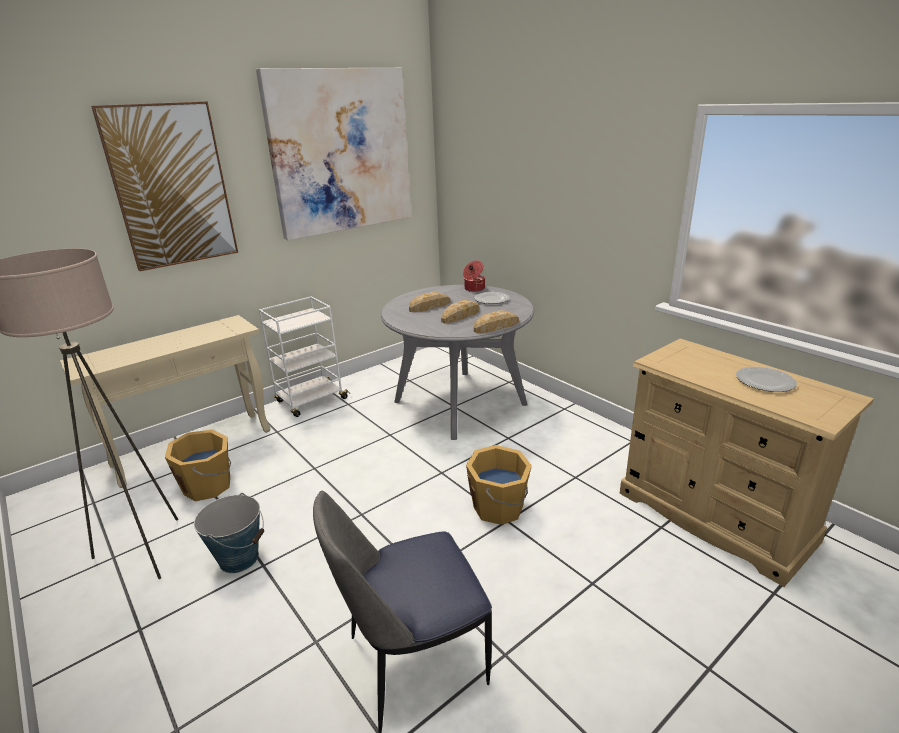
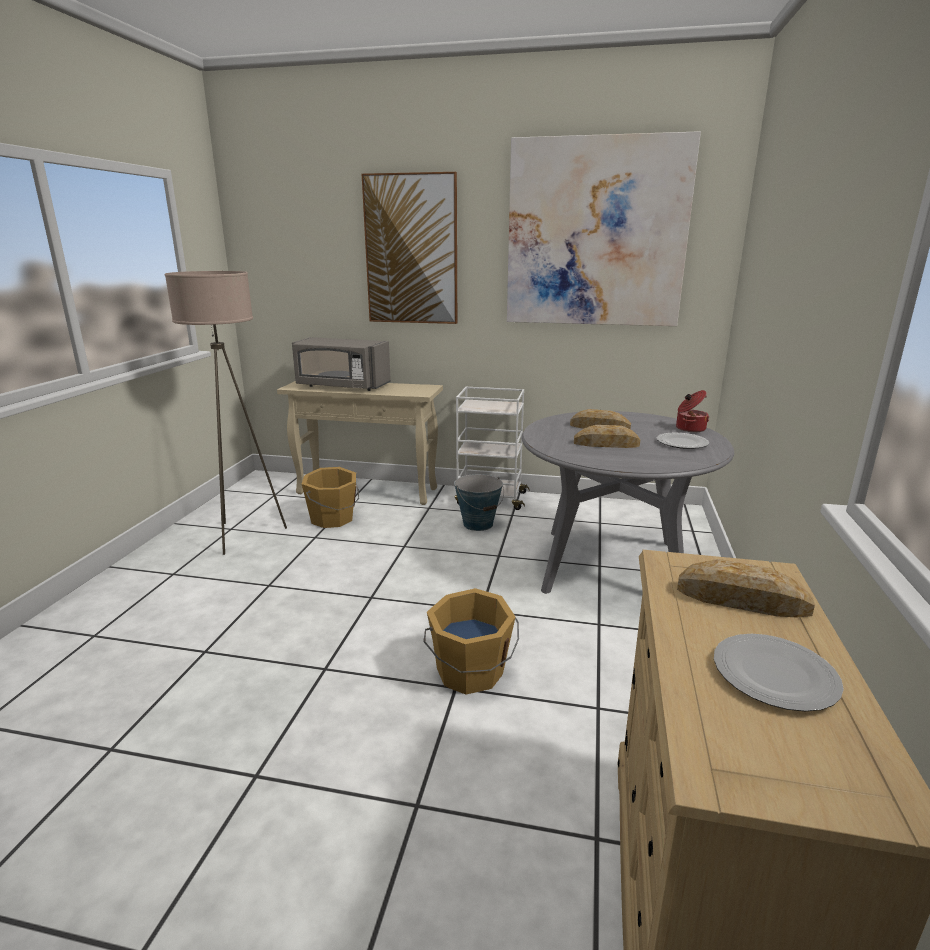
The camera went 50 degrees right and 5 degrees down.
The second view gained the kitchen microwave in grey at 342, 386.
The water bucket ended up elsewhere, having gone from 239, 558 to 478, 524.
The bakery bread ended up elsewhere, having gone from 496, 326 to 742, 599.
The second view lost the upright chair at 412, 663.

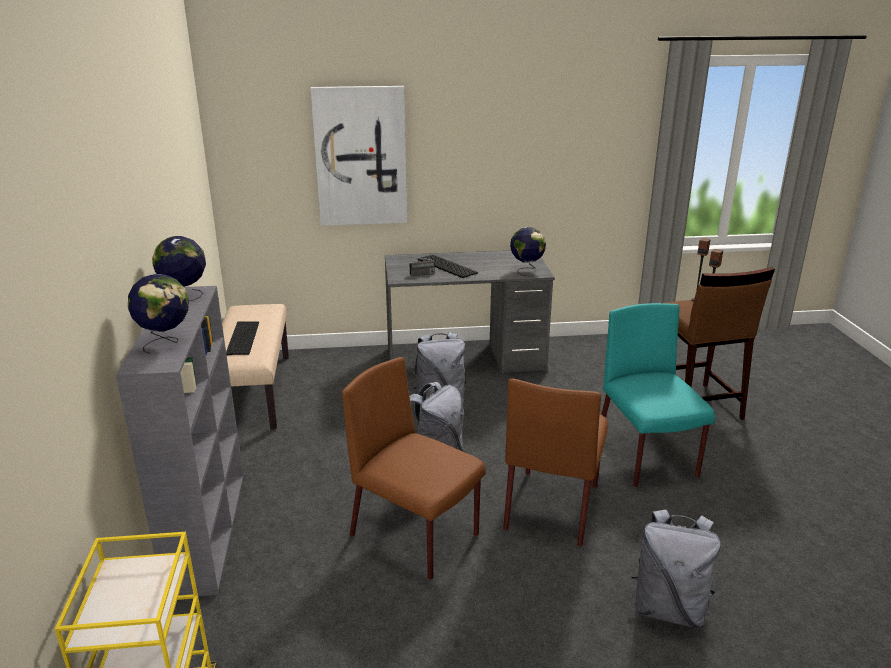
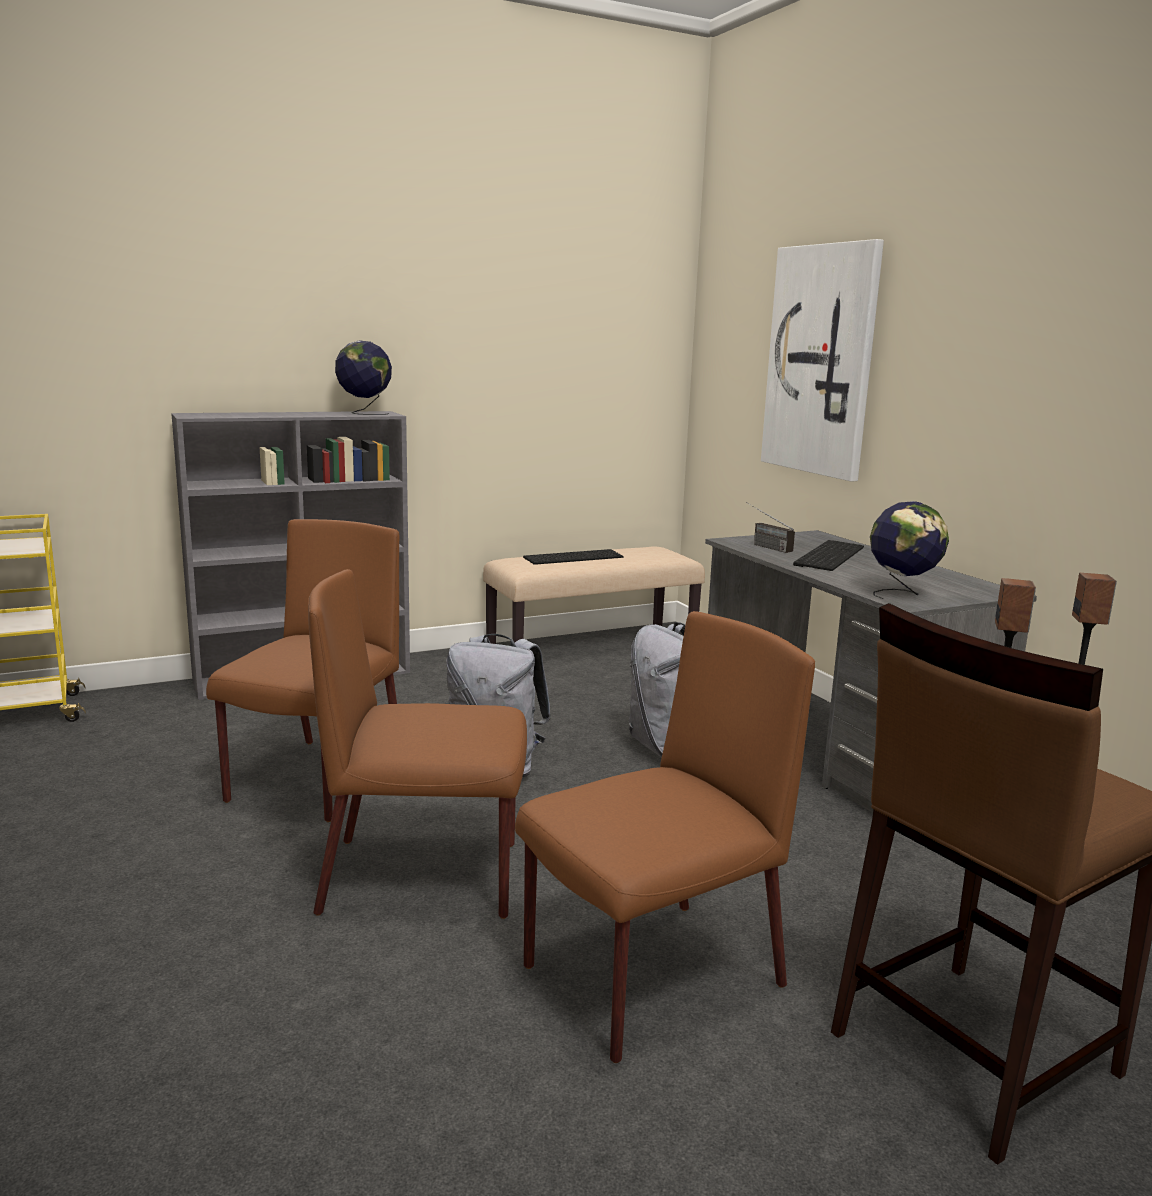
The camera went 70 degrees right and 10 degrees down.
What was the upright chair in blue-green at 647, 458 turned into the upright chair in brownish at 650, 978.
The second view lost the world globe at 165, 343.
The second view lost the rucksack in grey at 669, 608.

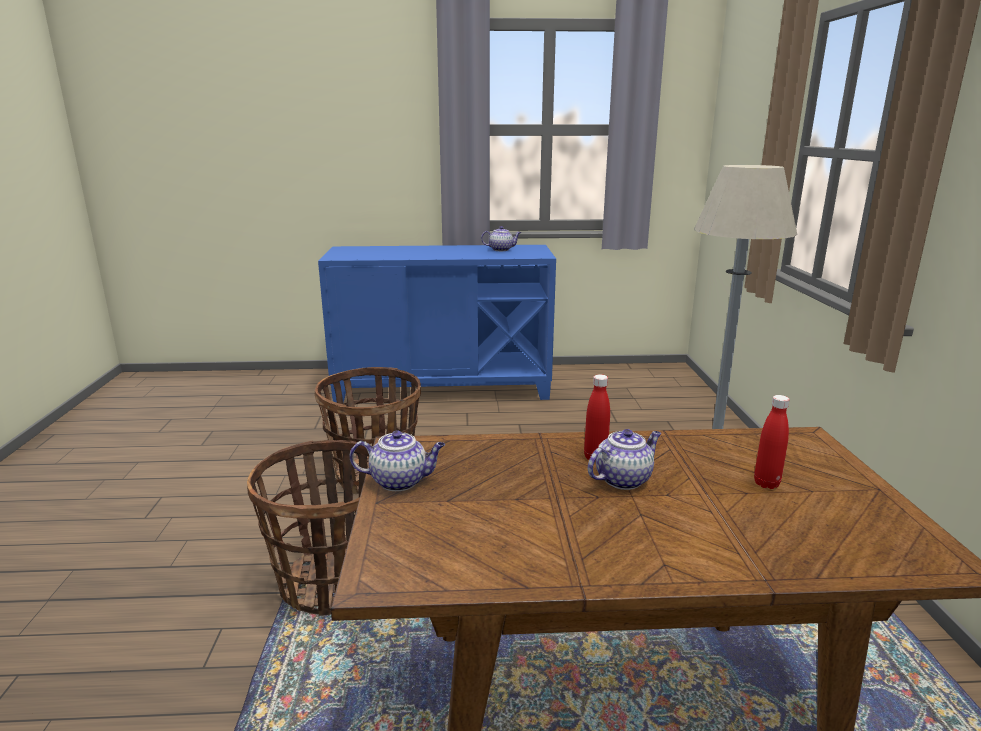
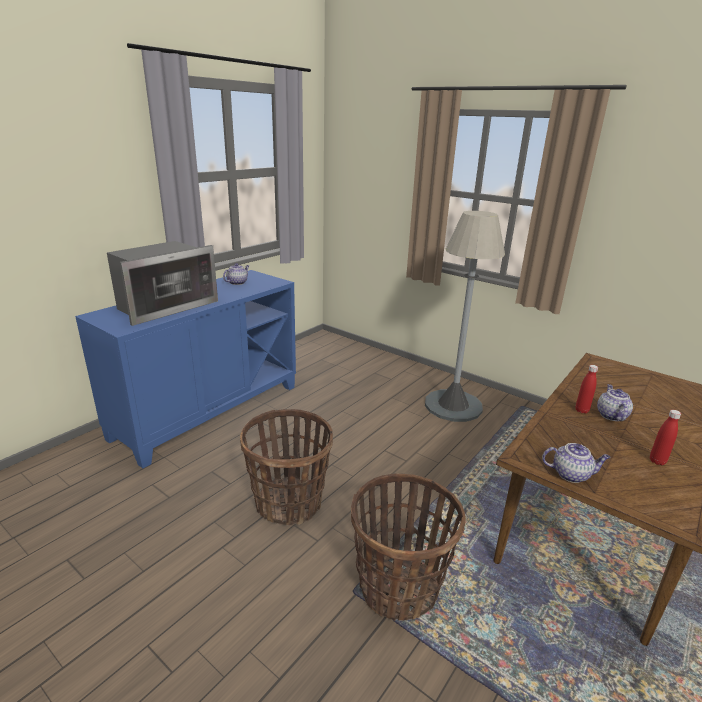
The camera went 50 degrees left and 5 degrees up.
The second view gained the kitchen microwave at 164, 306.
The tea pot at 400, 481 ended up facing another way, 60 degrees clockwise from before.
The bottle in red-coloured ended up elsewhere, having gone from 766, 483 to 657, 461.

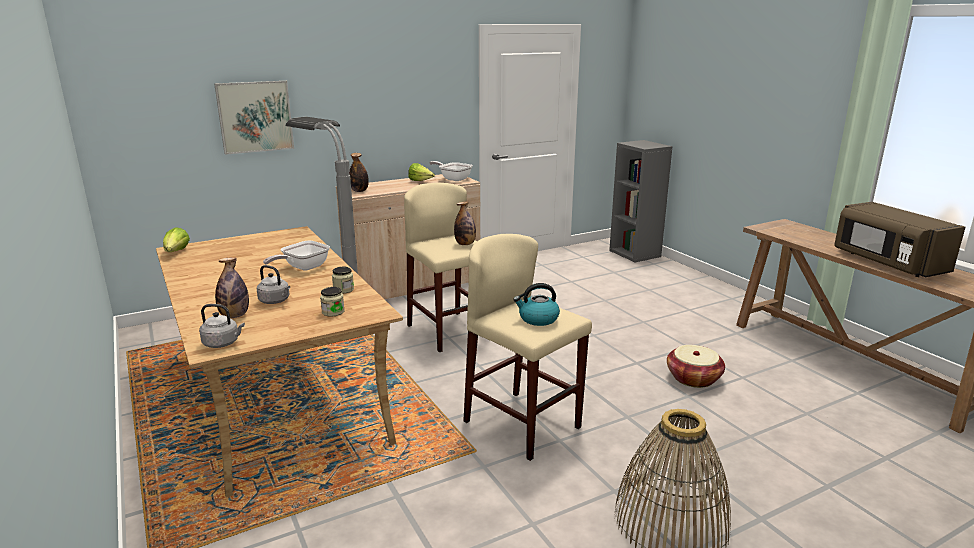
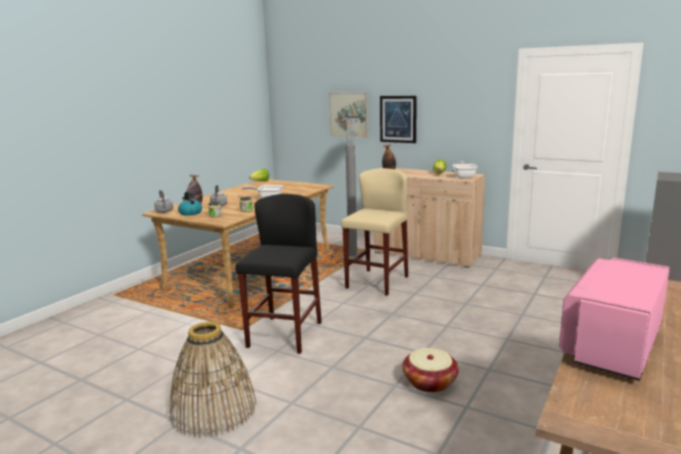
The camera went 60 degrees right and 5 degrees down.
The water kettle ended up elsewhere, having gone from 538, 319 to 190, 213.
What was the stool seat in beige at 522, 424 turned into the stool seat in black at 285, 334.
The second view gained the wall picture at 398, 119.
What was the kitchen microwave in brownish at 887, 262 turned into the kitchen microwave in pink-coloured at 612, 344.
The second view lost the bottle at 465, 244.

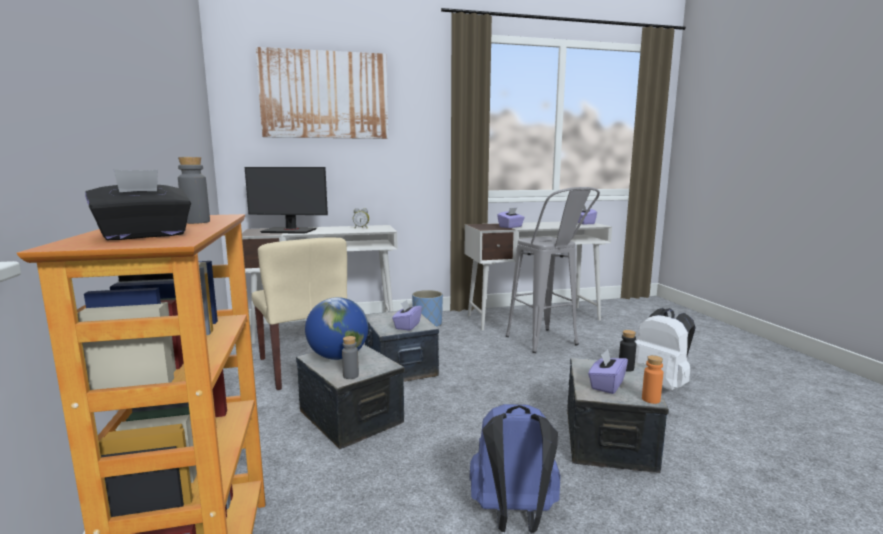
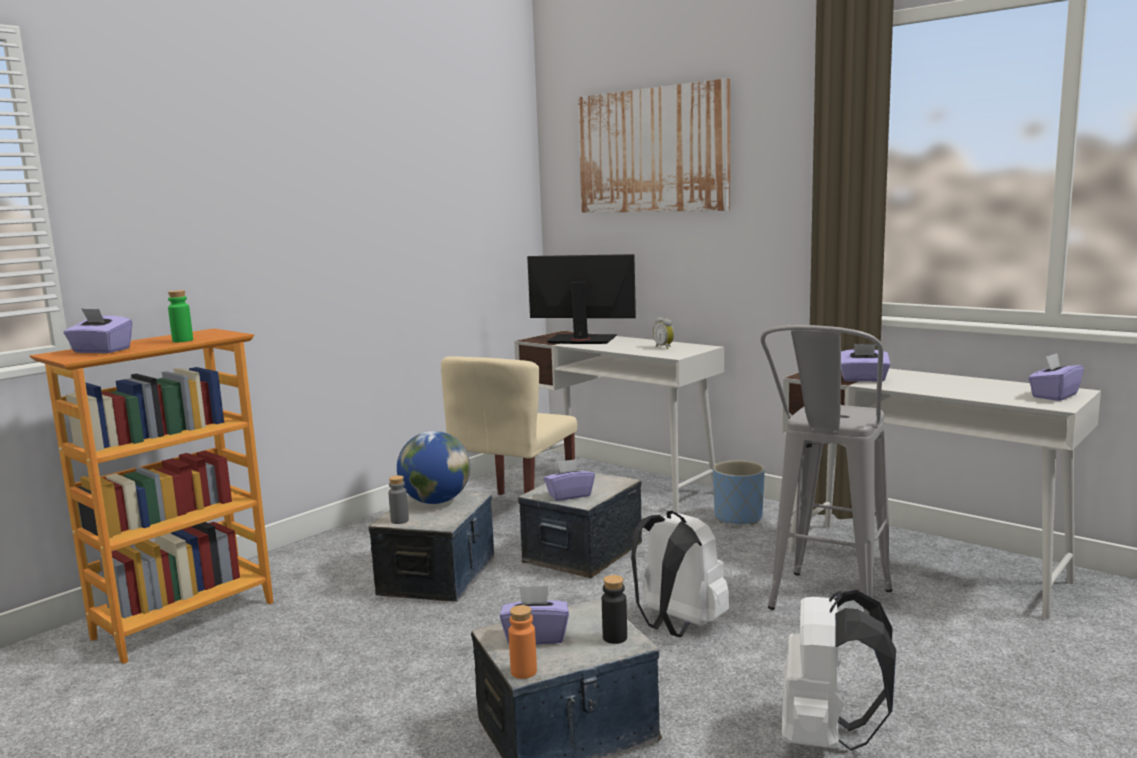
The camera went 55 degrees right and 0 degrees up.
What was the tissue box in black at 144, 236 turned into the tissue box in purplish at 101, 351.
What was the bottle in grey at 196, 222 turned into the bottle in greenish at 182, 340.
The computer display at 289, 231 ended up facing another way, 135 degrees clockwise from before.
The second view gained the rucksack in white at 677, 626.
The second view lost the rucksack in blue-coloured at 514, 516.

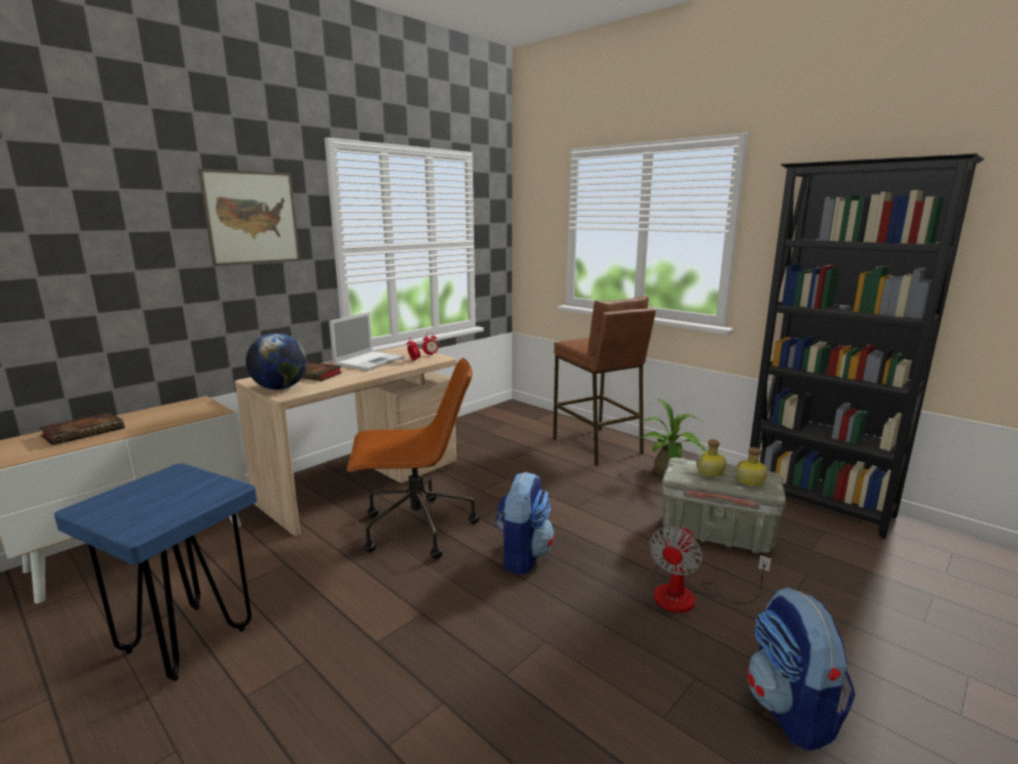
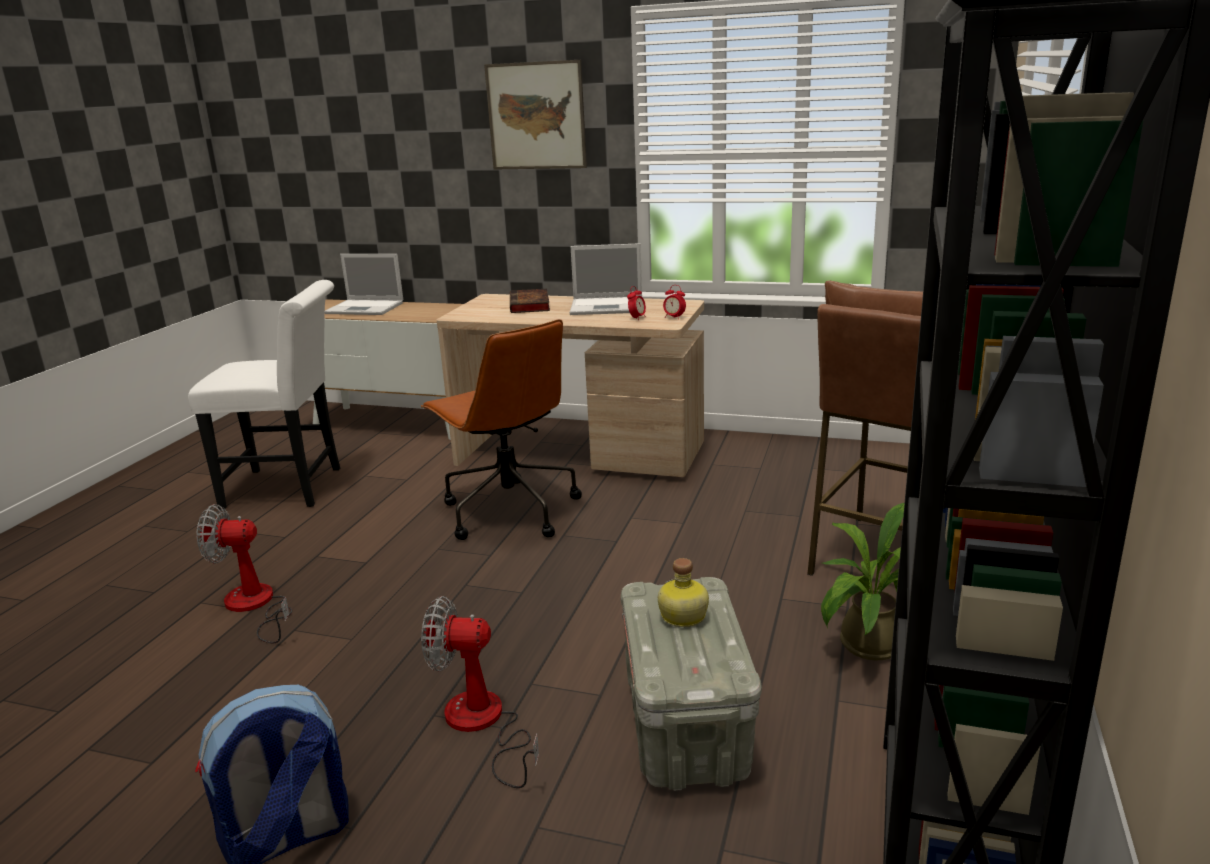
The camera went 65 degrees right and 5 degrees up.
Where the stool seat in blue-coloured stood at 187, 640, the upright chair in white came to stand at 292, 488.
The second view gained the fan at 255, 606.
Where the volume stood at 85, 432, the laptop came to stand at 366, 308.
The second view lost the world globe at 280, 388.
The second view lost the rucksack at 522, 556.
The second view lost the bottle at 750, 481.

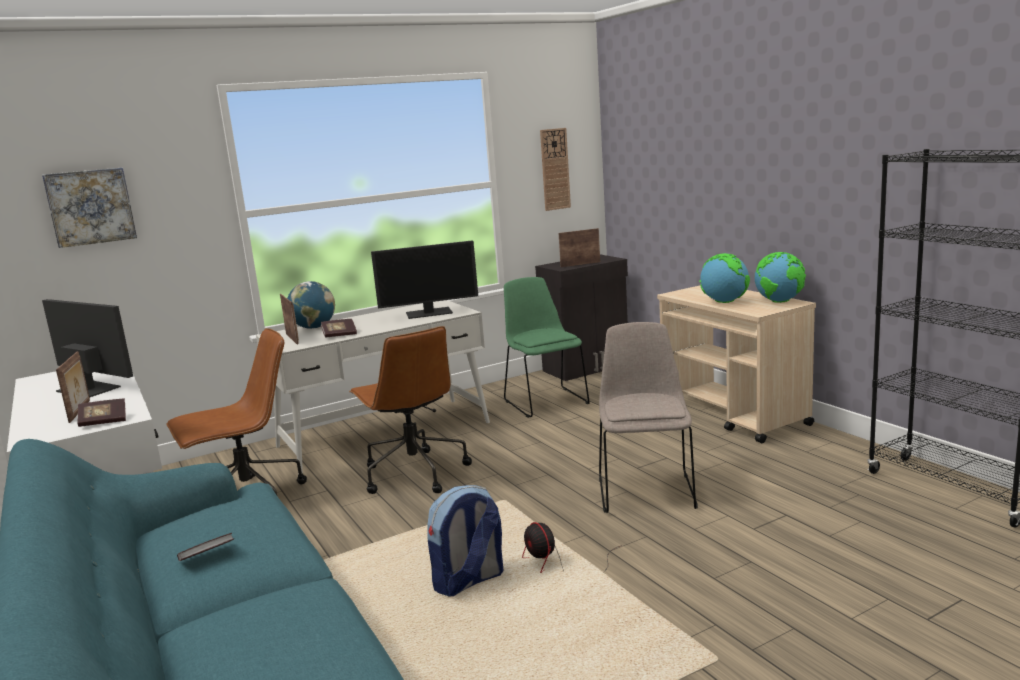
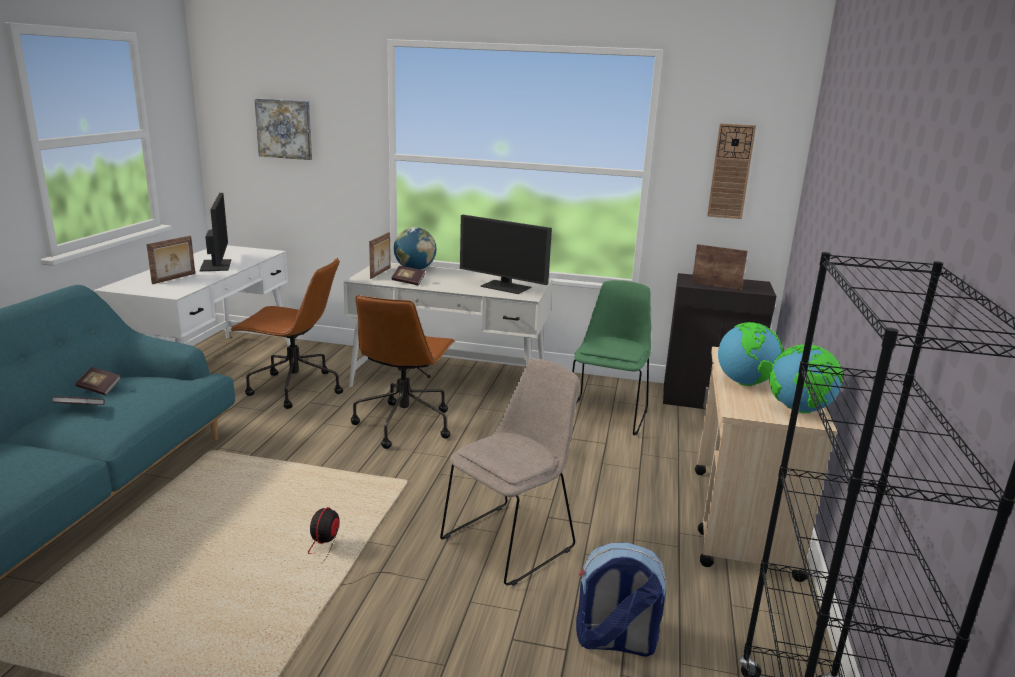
The camera went 40 degrees right and 5 degrees up.
The volume ended up elsewhere, having gone from 103, 421 to 99, 389.
The rucksack ended up elsewhere, having gone from 469, 581 to 615, 642.

